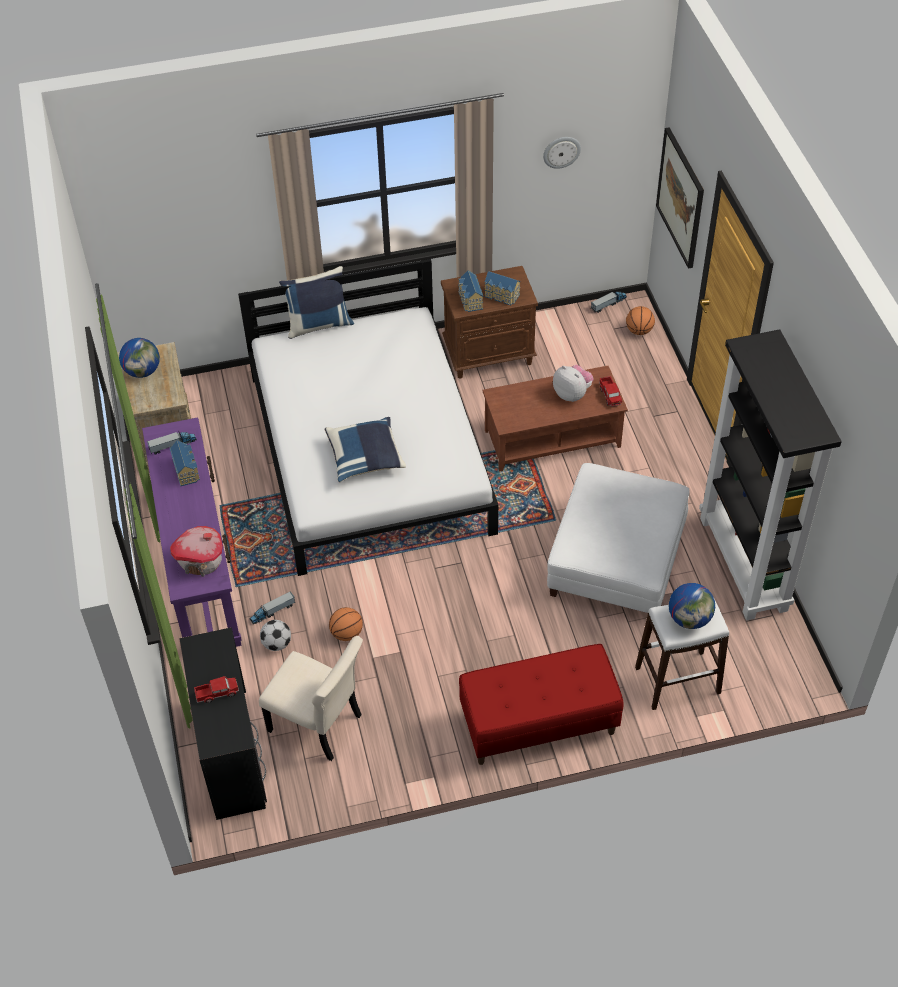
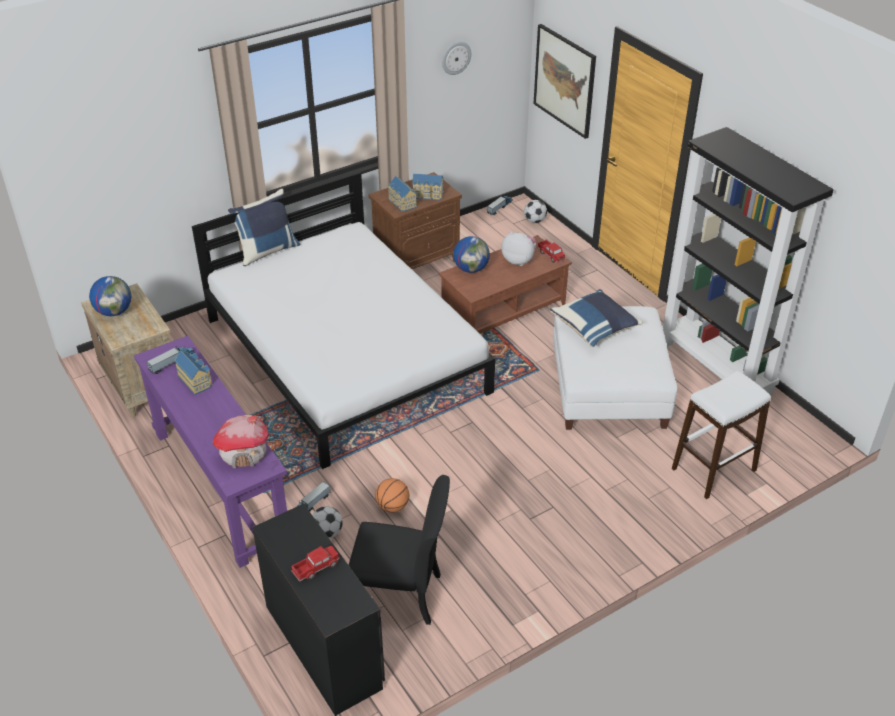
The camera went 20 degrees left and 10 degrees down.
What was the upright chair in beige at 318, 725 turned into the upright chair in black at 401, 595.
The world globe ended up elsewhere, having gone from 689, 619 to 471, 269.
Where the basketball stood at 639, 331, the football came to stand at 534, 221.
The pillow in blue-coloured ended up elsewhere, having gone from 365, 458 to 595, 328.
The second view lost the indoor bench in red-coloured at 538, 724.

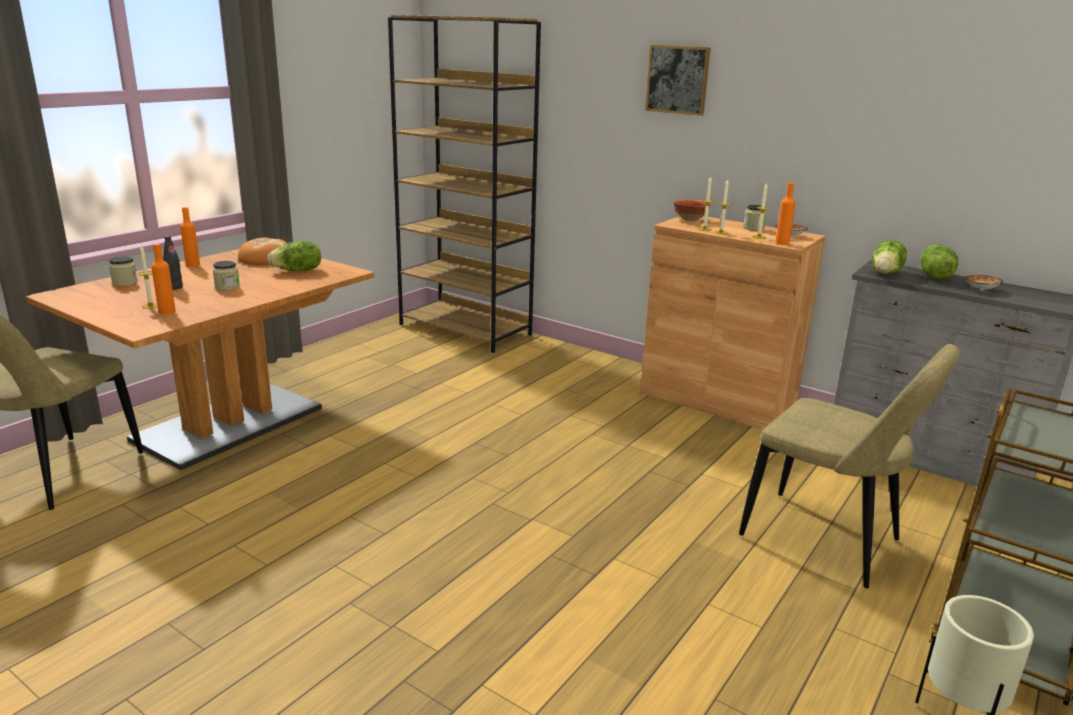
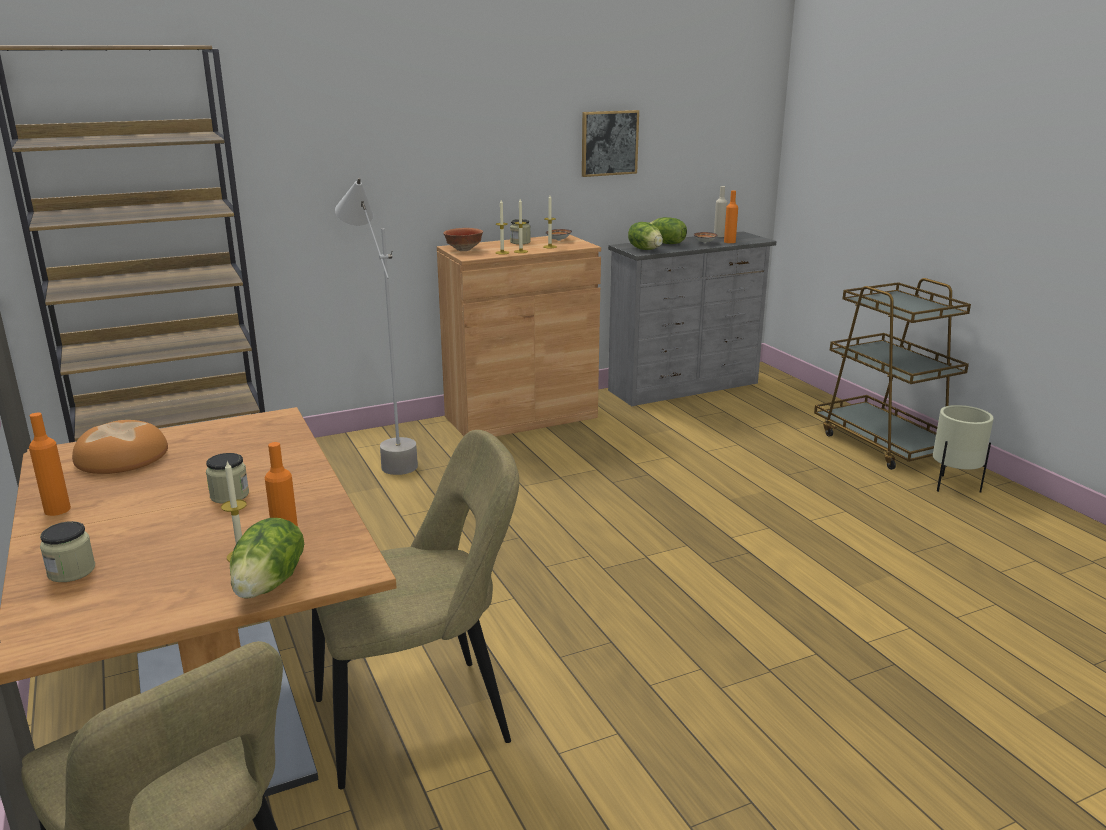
The camera went 60 degrees left and 0 degrees up.
The head of lettuce ended up elsewhere, having gone from 298, 271 to 270, 583.
The upright chair in beige ended up elsewhere, having gone from 827, 541 to 422, 719.
The second view gained the standing lamp in grey at 386, 456.
The wall picture ended up elsewhere, having gone from 677, 79 to 609, 143.
The second view gained the bottle in beige at 719, 236.
The bottle in orange ended up elsewhere, having gone from 782, 243 to 729, 242.
The second view lost the bottle in black at 175, 287.

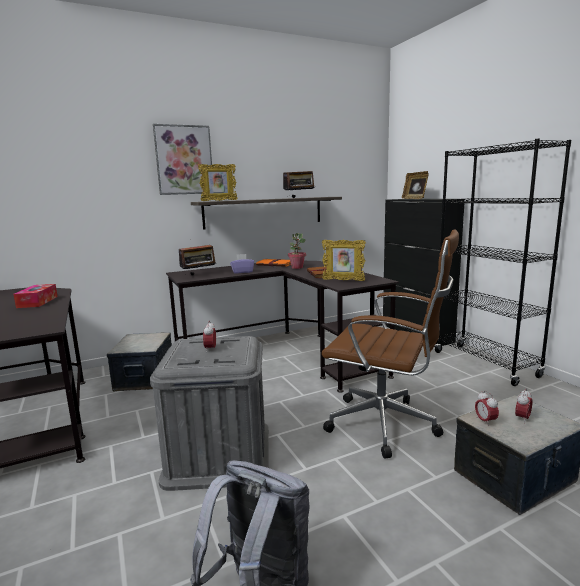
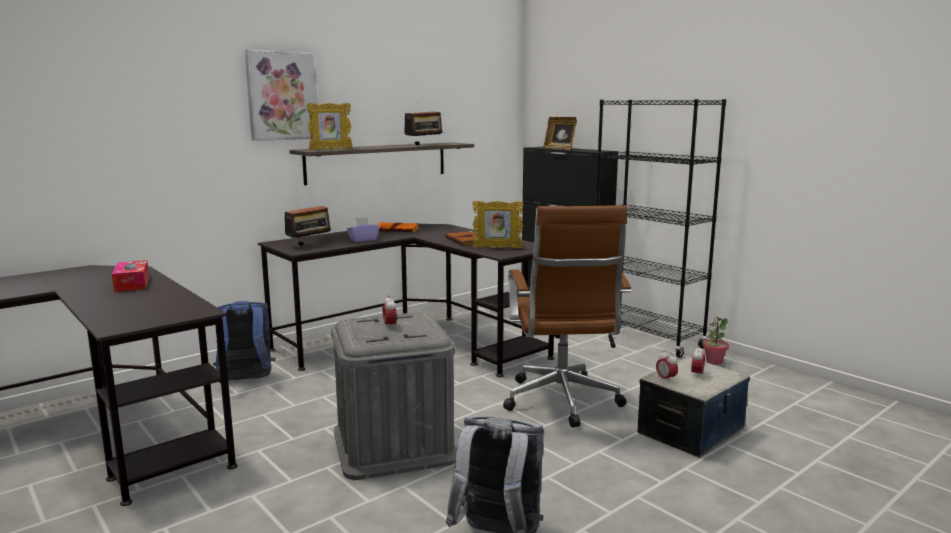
The camera went 15 degrees left and 0 degrees up.
Where the storage container stood at 144, 378, the rucksack in blue-coloured came to stand at 246, 380.
The computer chair in brownish at 387, 425 ended up facing another way, 75 degrees clockwise from before.
The potted plant ended up elsewhere, having gone from 297, 267 to 714, 361.

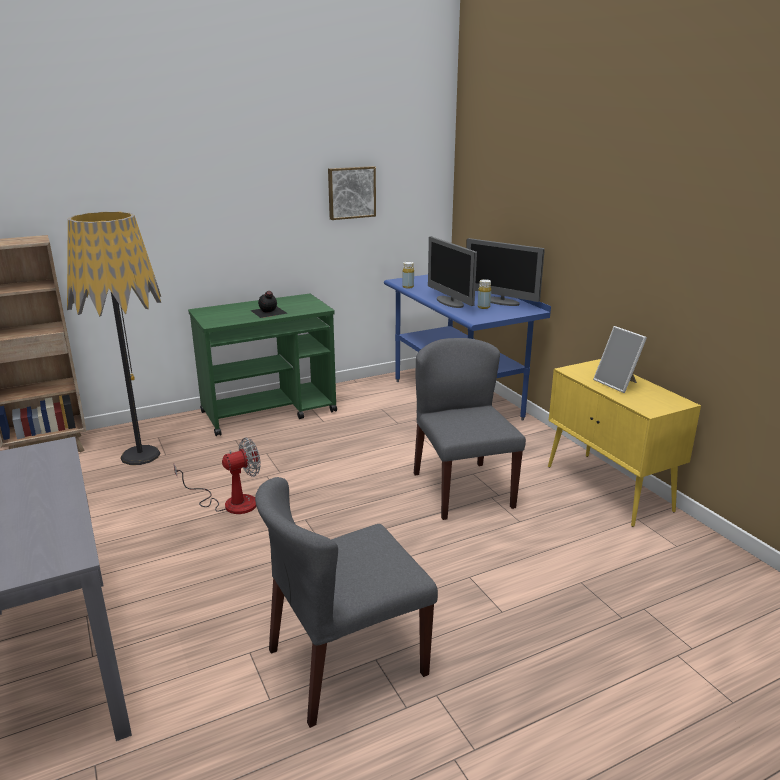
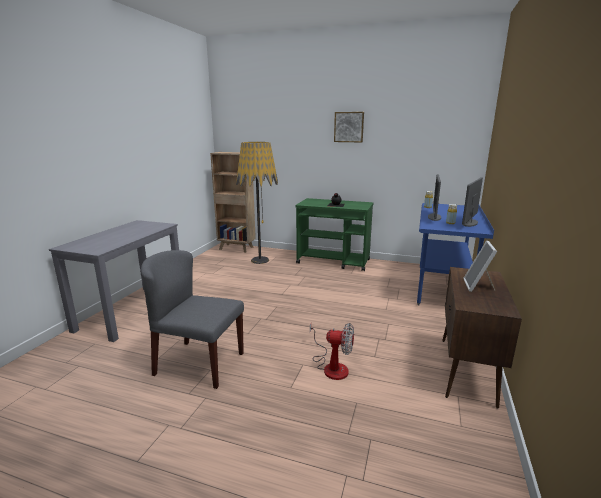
The camera went 45 degrees right and 5 degrees down.
The fan ended up elsewhere, having gone from 230, 502 to 331, 366.
The wall picture ended up elsewhere, having gone from 351, 192 to 349, 127.
What was the storage cabinet in yellow at 609, 489 turned into the storage cabinet in brownish at 467, 371.
The computer display at 500, 302 ended up facing another way, 45 degrees clockwise from before.
The second view lost the upright chair in grey at 462, 489.

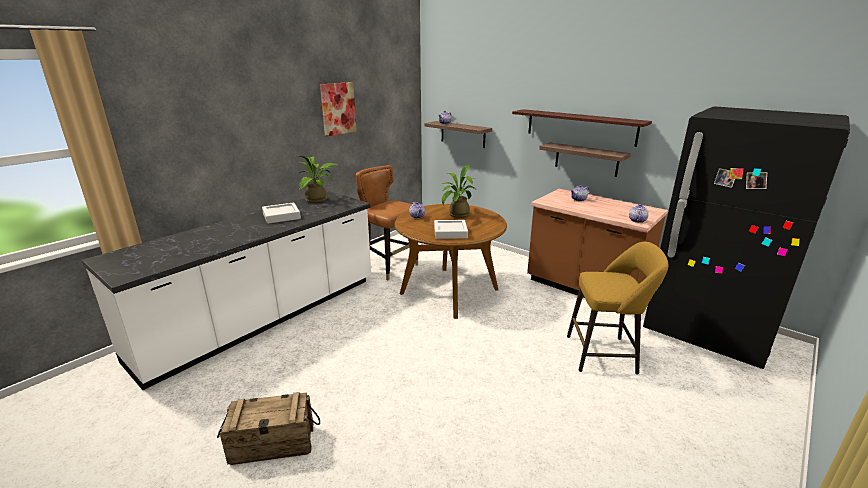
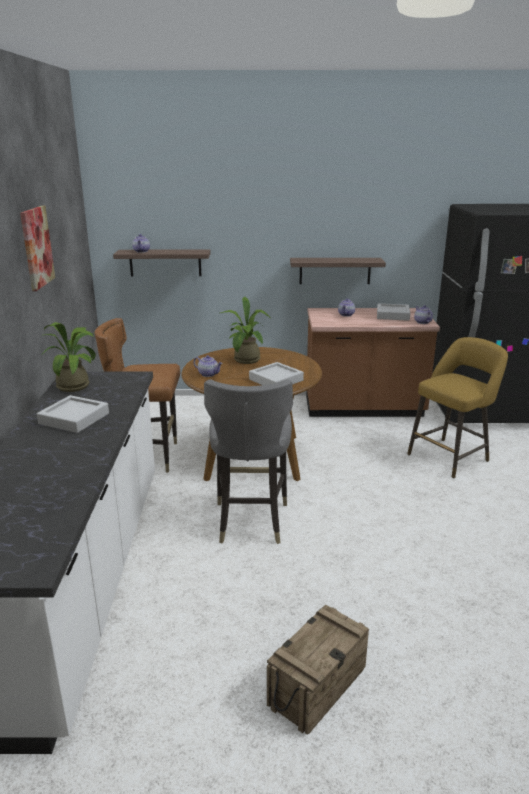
The camera went 40 degrees left and 0 degrees up.
The second view gained the upright chair in grey at 250, 521.
The second view gained the serving tray in grey at 392, 315.
The second view lost the wall shelf at 580, 127.

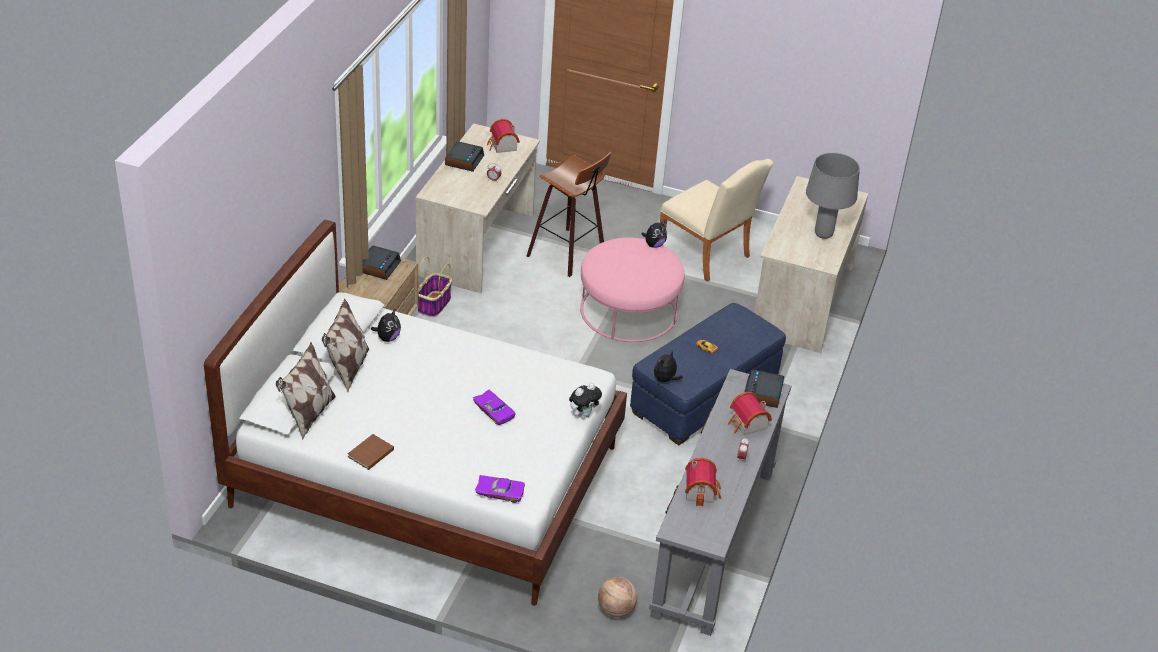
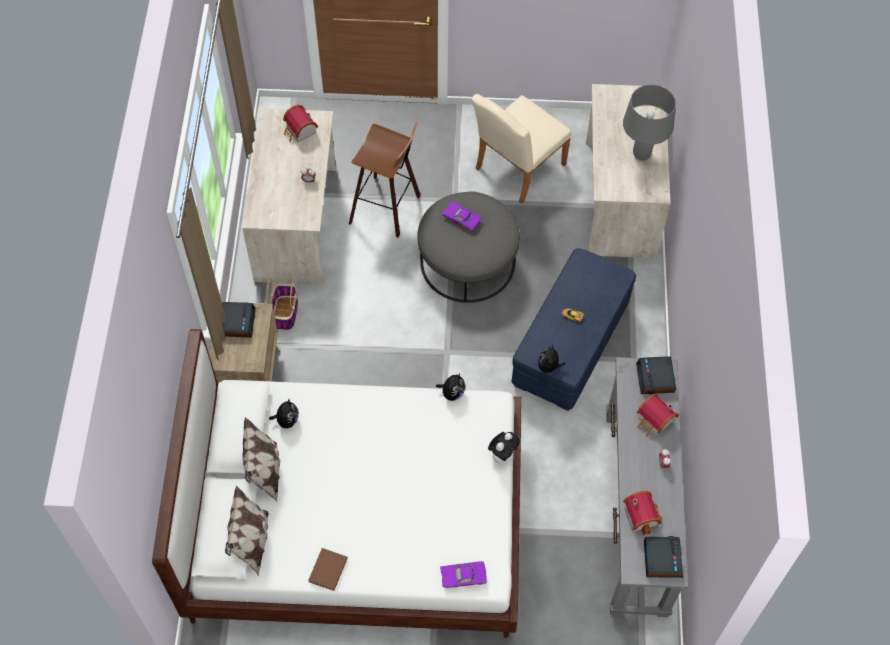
The camera went 15 degrees left and 20 degrees up.
What was the pouffe in pink-coloured at 628, 310 turned into the pouffe in grey at 467, 262.
The plush toy ended up elsewhere, having gone from 654, 245 to 452, 393.
The miniature car in purplish ended up elsewhere, having gone from 495, 410 to 462, 218.
The upright chair in beige at 707, 256 ended up facing another way, 105 degrees clockwise from before.
The alarm clock ended up elsewhere, having gone from 464, 160 to 662, 559.
The second view lost the basketball at 616, 609.

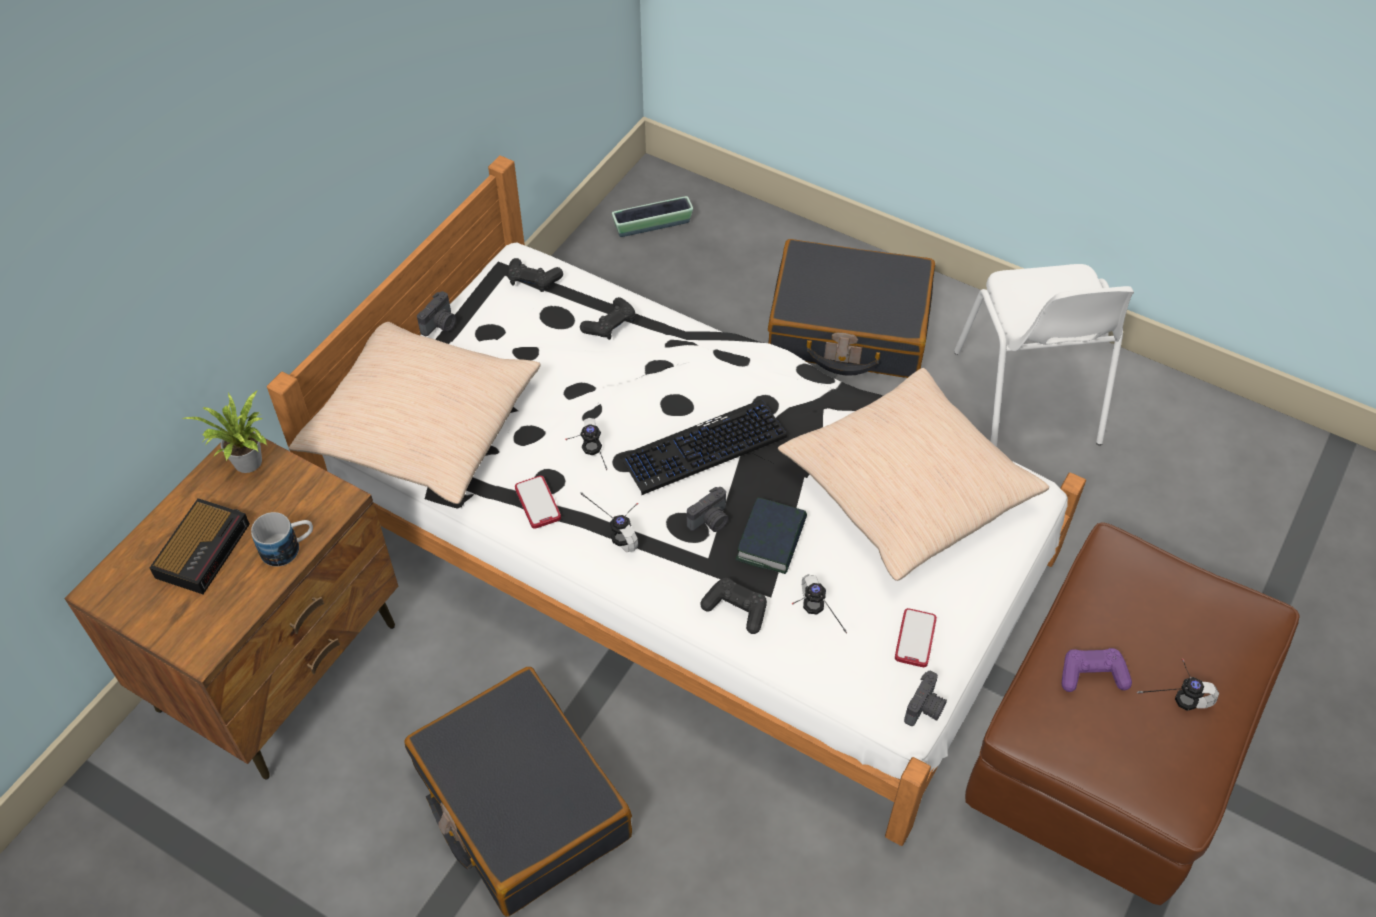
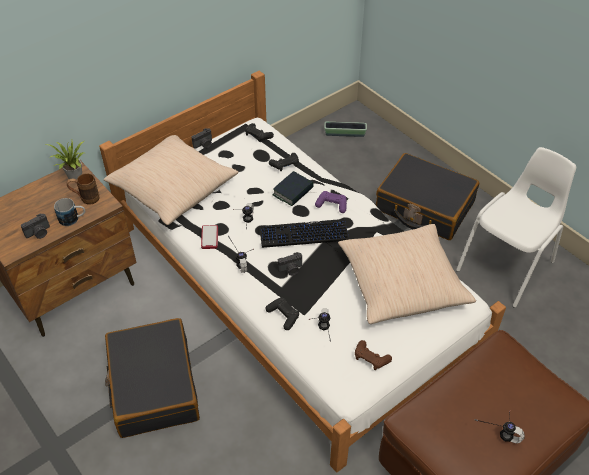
The camera went 20 degrees right and 5 degrees down.
The photo camera ended up elsewhere, having gone from 925, 709 to 39, 233.
The second view gained the mug in brownish at 86, 199.
The volume ended up elsewhere, having gone from 771, 540 to 293, 192.
The game controller in purplish ended up elsewhere, having gone from 1092, 675 to 332, 205.
Where the handset stood at 915, 639, the game controller in brownish came to stand at 371, 358.
The upright chair in white at 1027, 399 ended up facing another way, 150 degrees counterclockwise from before.
The second view lost the alarm clock at 204, 549.

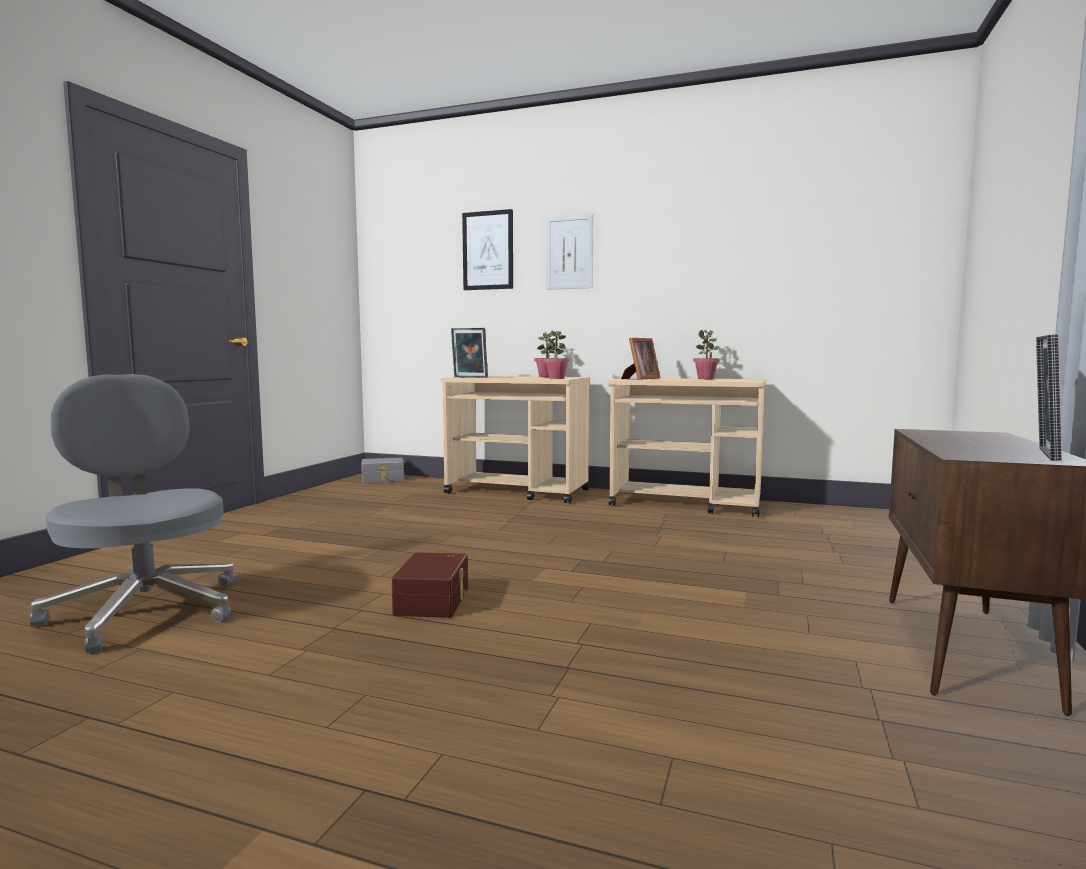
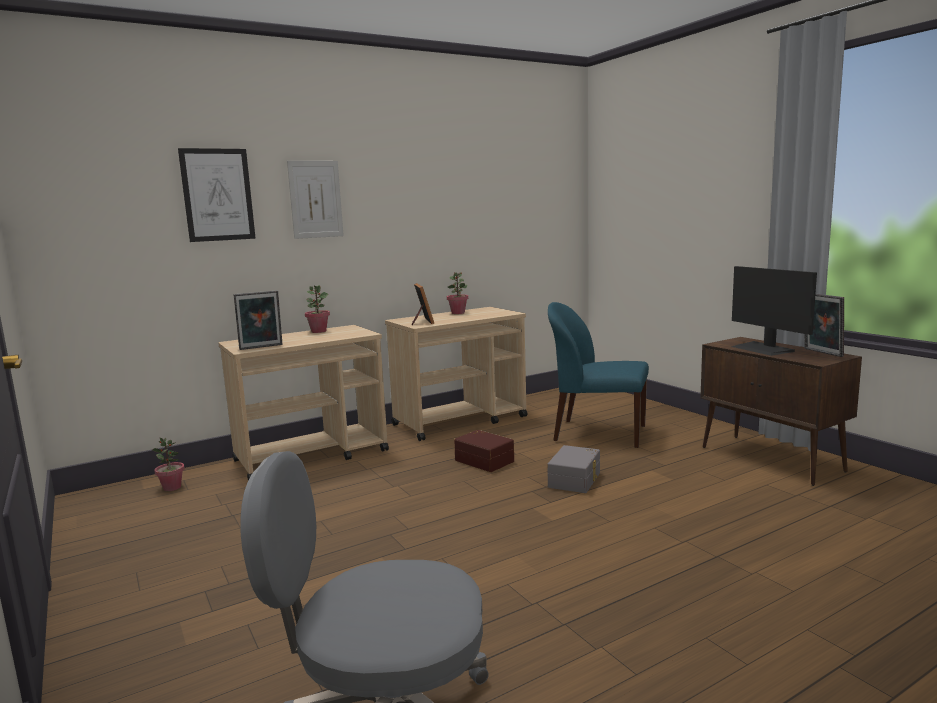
The camera went 50 degrees left and 5 degrees up.
The potted plant ended up elsewhere, having gone from 556, 378 to 172, 488.
The storage container in brownish ended up elsewhere, having gone from 434, 601 to 485, 460.
The storage container in grey ended up elsewhere, having gone from 383, 479 to 576, 480.
The second view gained the upright chair in blue-coloured at 597, 433.
The second view gained the computer display at 763, 349.

